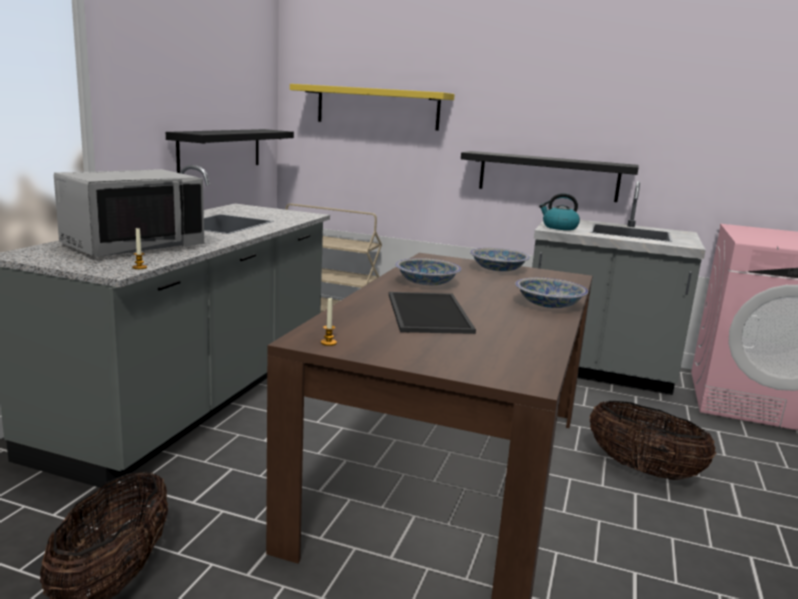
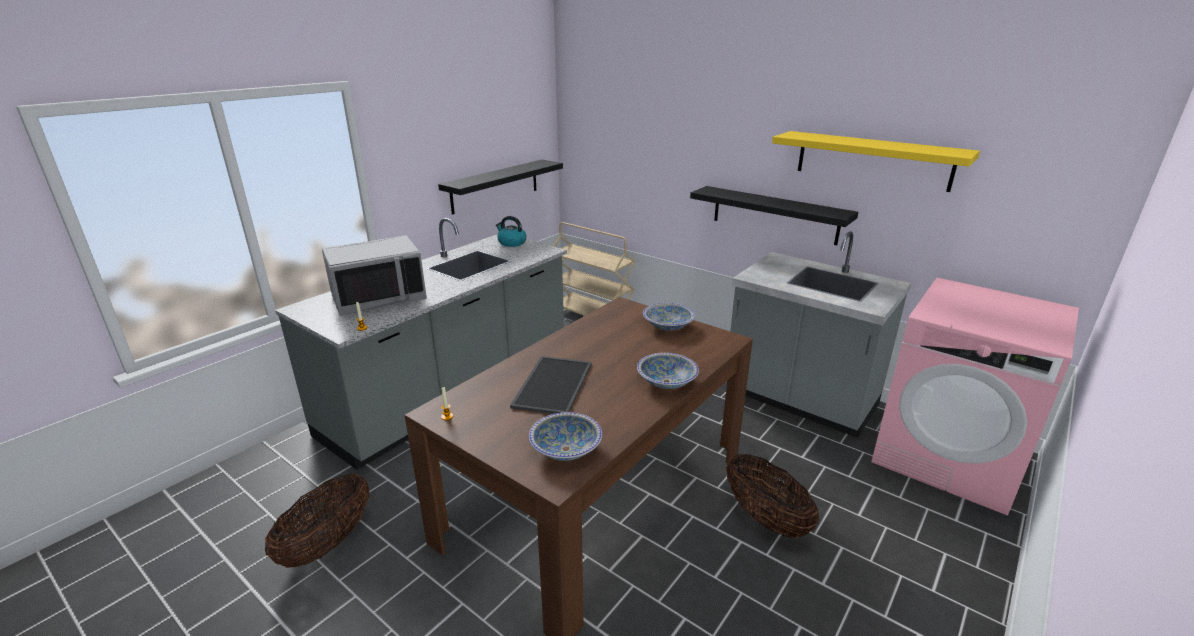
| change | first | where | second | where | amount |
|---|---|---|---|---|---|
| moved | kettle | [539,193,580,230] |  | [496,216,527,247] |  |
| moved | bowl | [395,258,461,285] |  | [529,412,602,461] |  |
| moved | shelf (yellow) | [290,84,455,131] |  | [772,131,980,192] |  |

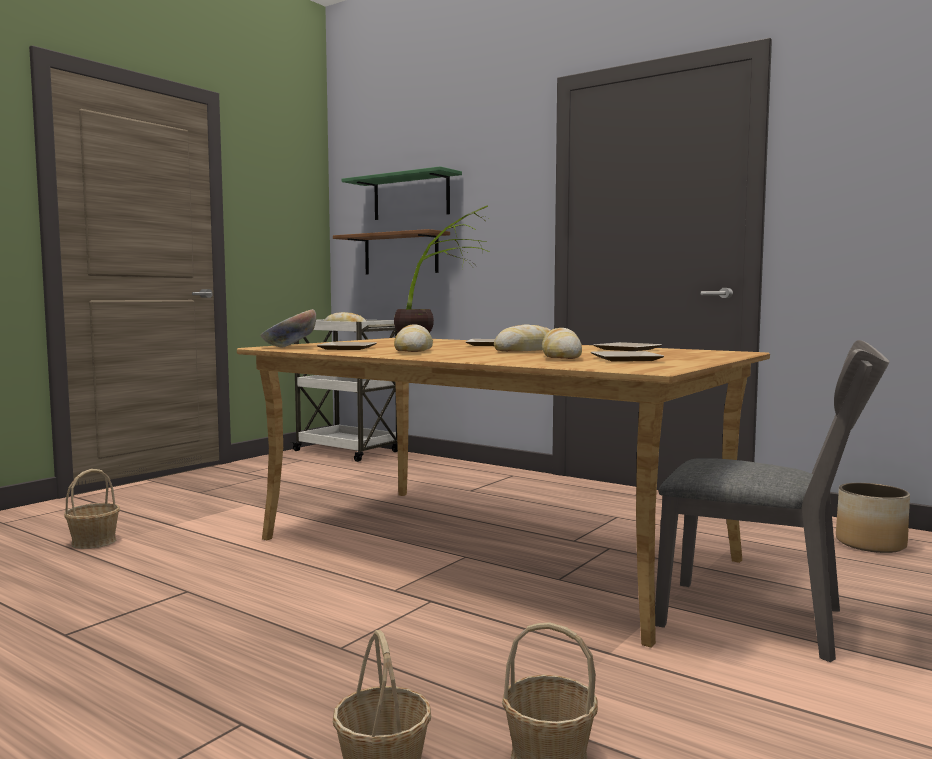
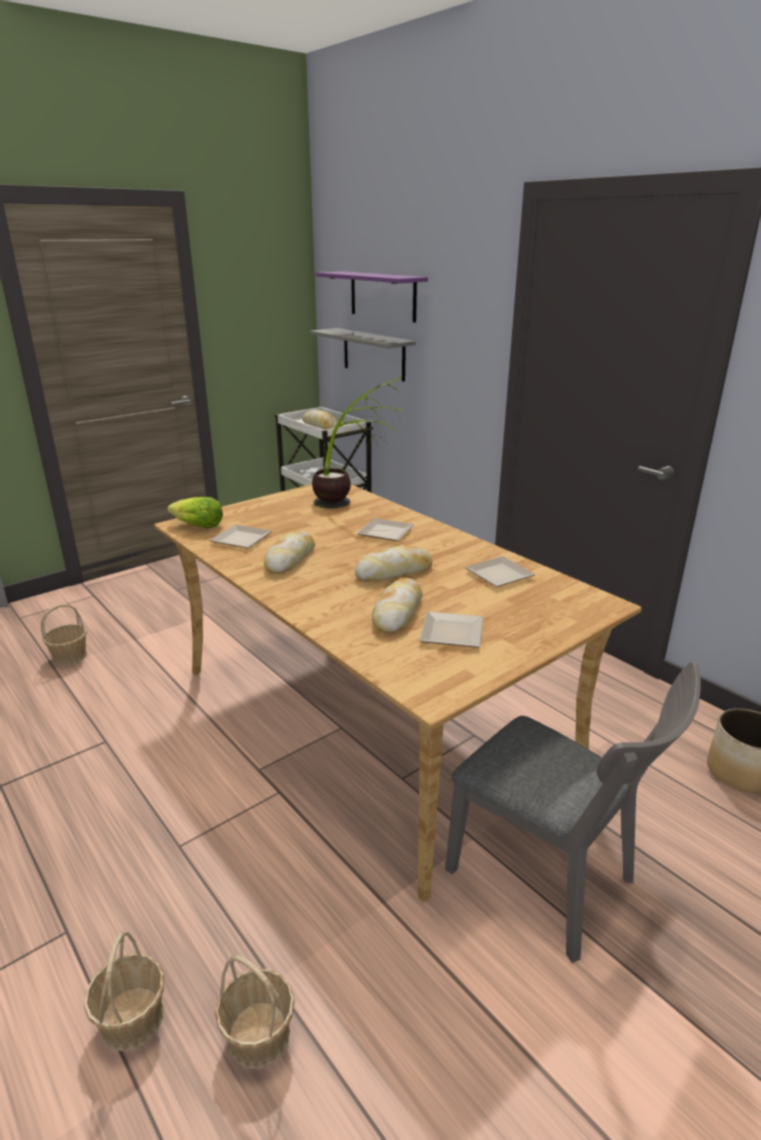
| change | first | where | second | where | amount |
|---|---|---|---|---|---|
| replaced | bowl | [261,309,316,347] | lettuce | [167,497,223,528] |  |
| recoloured | shelf (brown) | [333,229,450,274] | shelf (grey) | [310,328,416,382] |  |
| recoloured | shelf (green) | [342,166,462,220] | shelf (purple) | [316,271,428,322] |  |

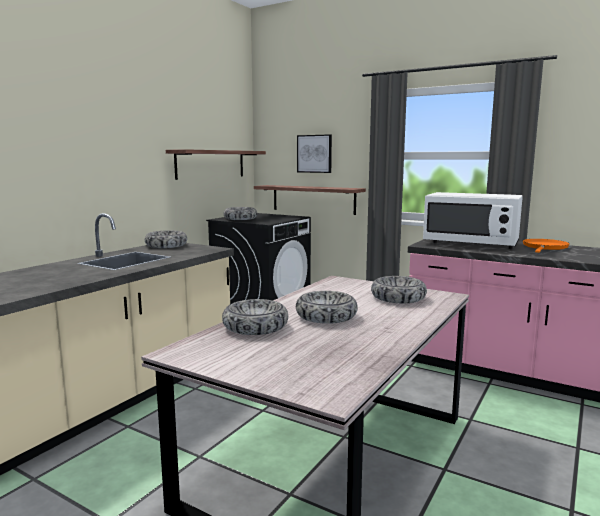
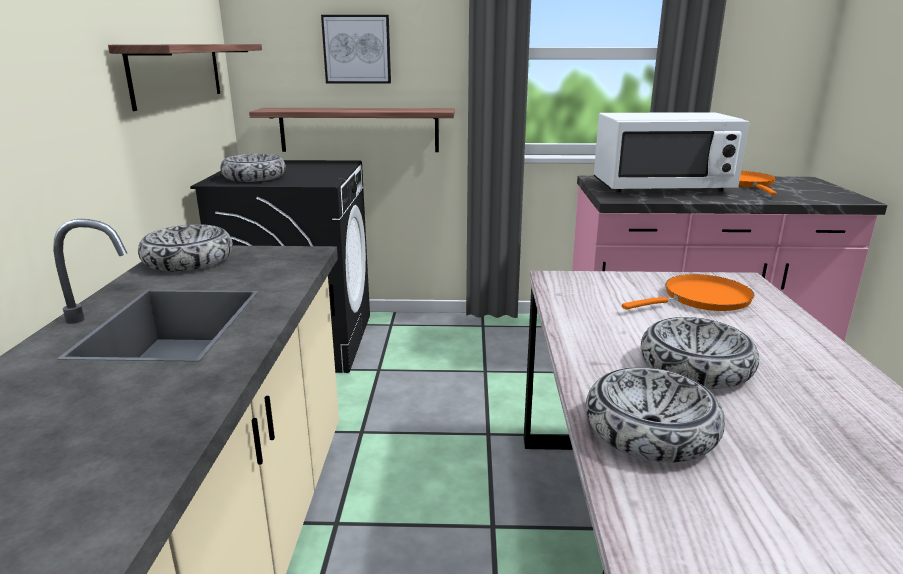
| change | first | where | second | where | amount |
|---|---|---|---|---|---|
| replaced | bowl | [371,276,427,303] | frying pan (orange) | [622,274,754,311] |  |

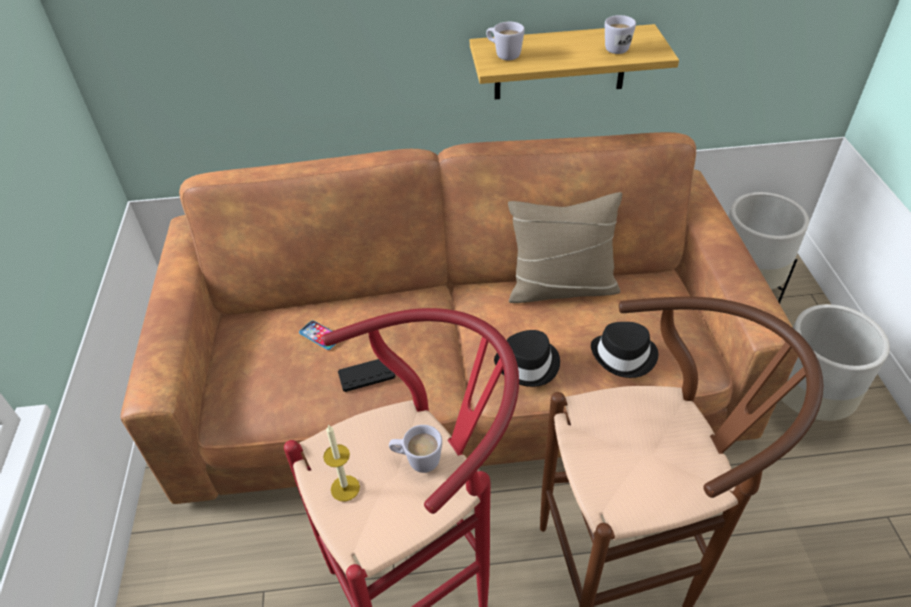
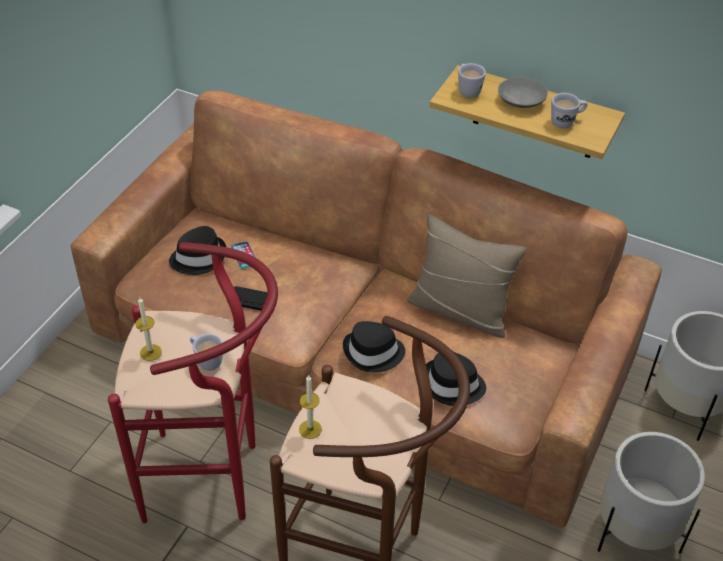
| change | first | where | second | where | amount |
|---|---|---|---|---|---|
| added |  |  | hat (black) | [169,226,226,275] |  |
| added |  |  | candle | [299,375,322,439] |  |
| added |  |  | bowl (grey) | [498,77,548,108] |  |

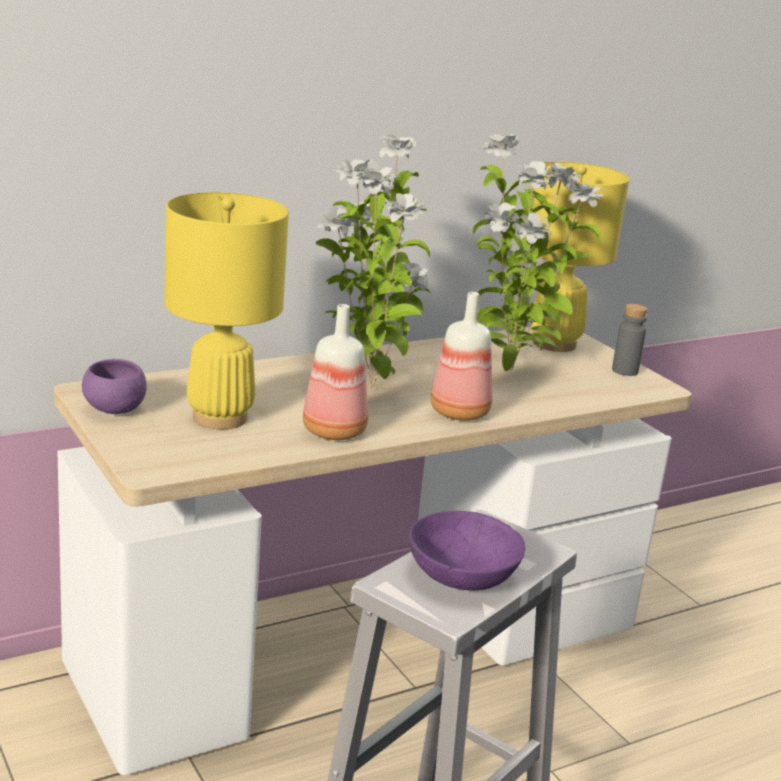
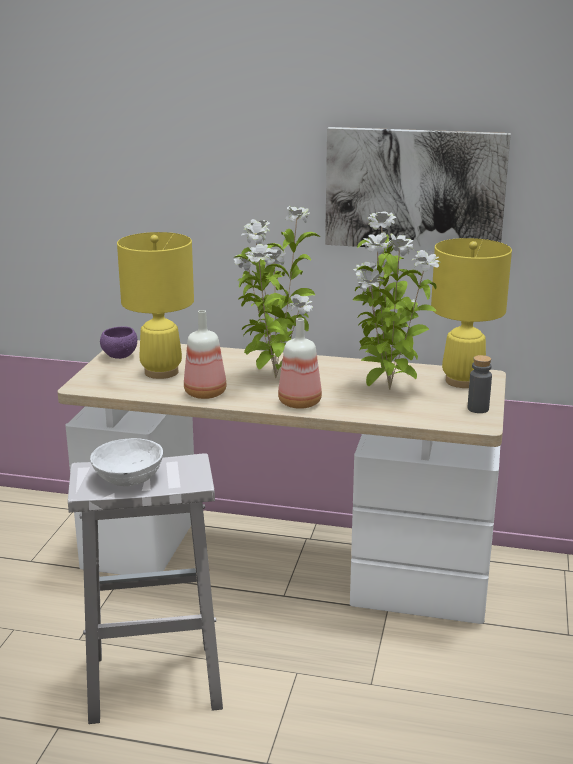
| change | first | where | second | where | amount |
|---|---|---|---|---|---|
| recoloured | bowl (purple) | [409,511,525,590] | bowl (white) | [90,438,163,486] |  |
| added |  |  | picture | [325,127,511,251] |  |

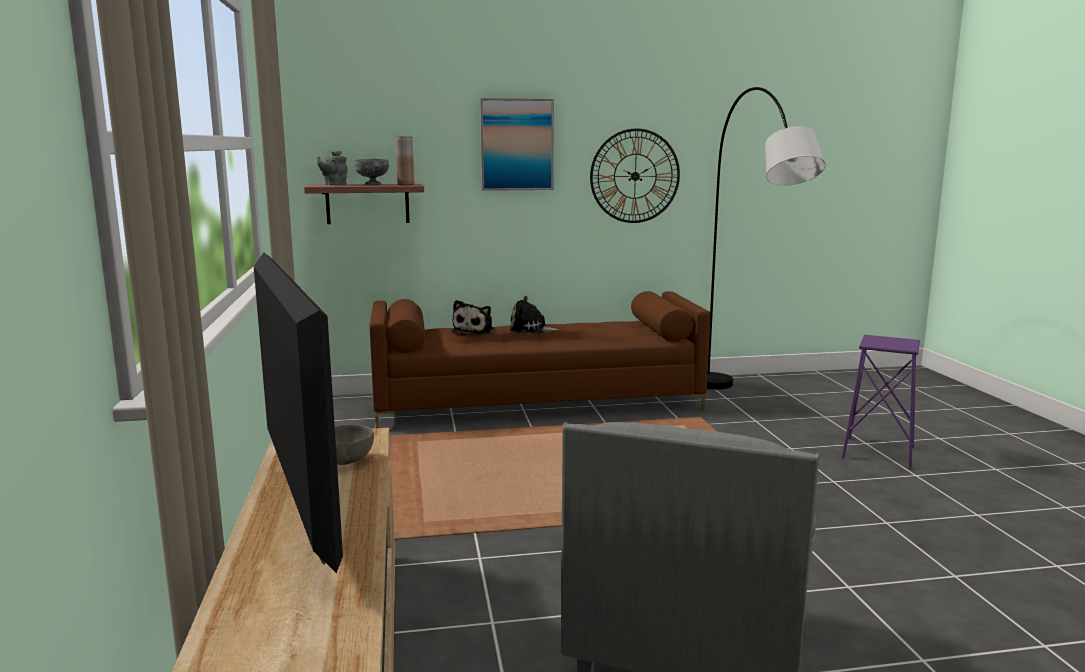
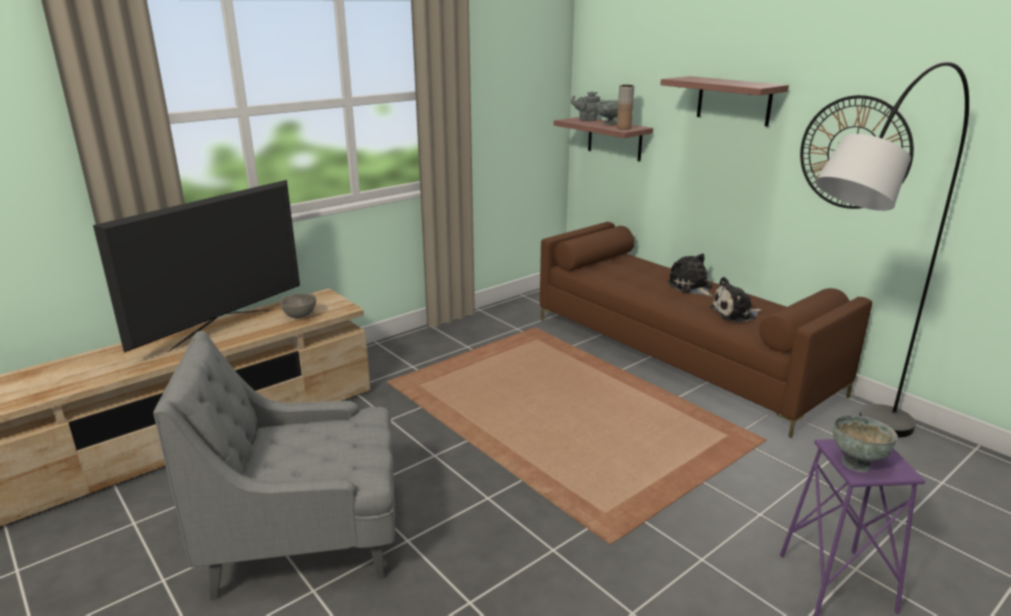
| change | first | where | second | where | amount |
|---|---|---|---|---|---|
| replaced | picture | [480,98,554,191] | shelf | [660,76,789,127] |  |
| moved | plush toy | [452,300,495,334] |  | [710,277,762,322] |  |
| added |  |  | bowl (grey) | [833,415,898,472] |  |

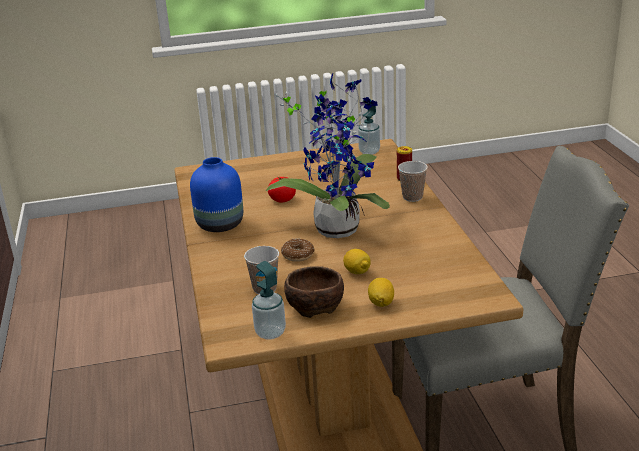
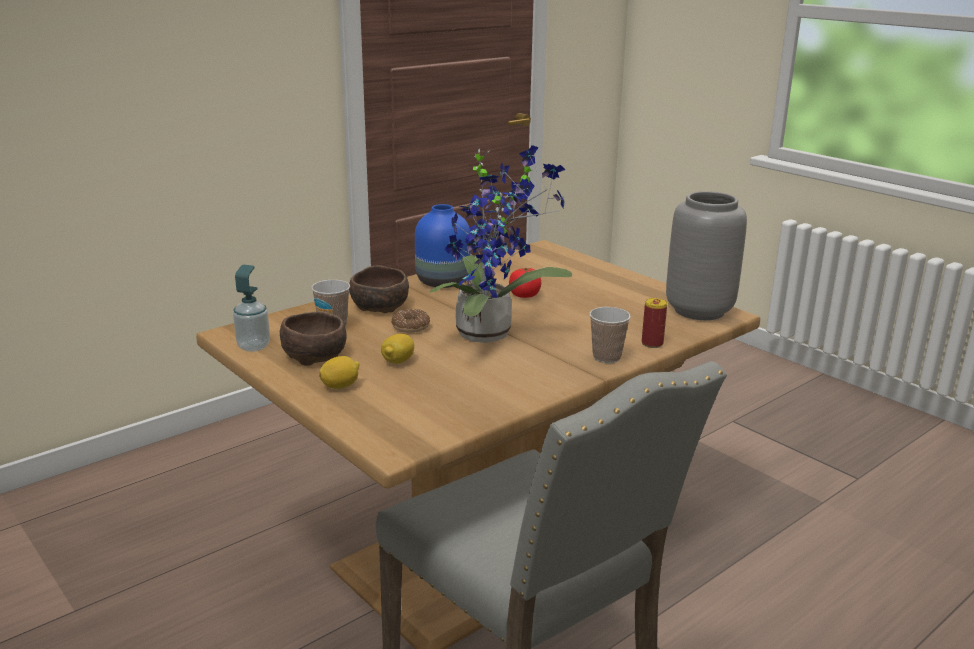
| change | first | where | second | where | amount |
|---|---|---|---|---|---|
| added |  |  | bowl (brown) | [349,265,409,313] |  |
| replaced | soap dispenser | [358,100,380,155] | vase (grey) | [666,191,747,320] |  |

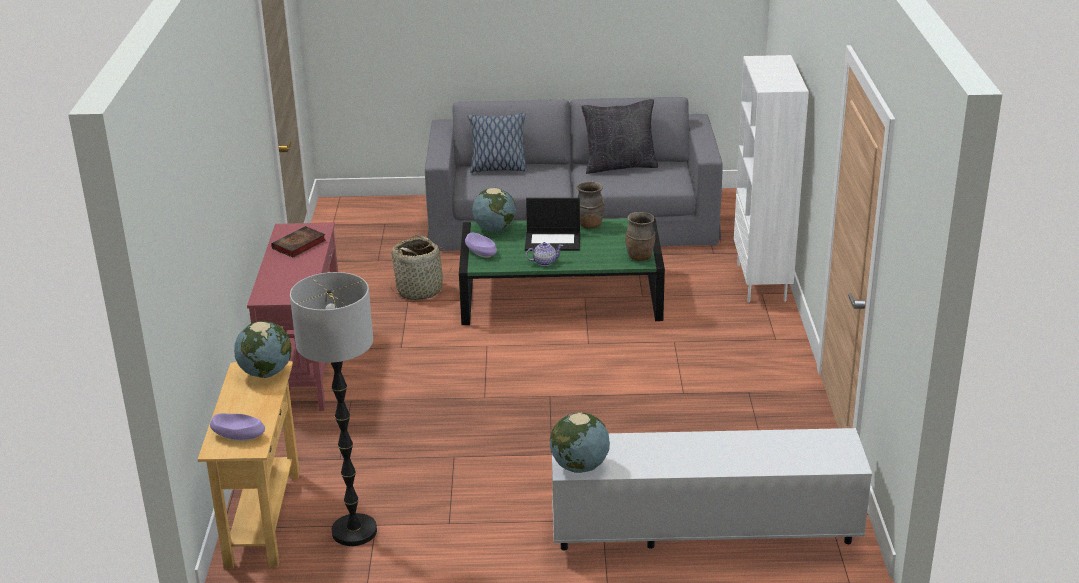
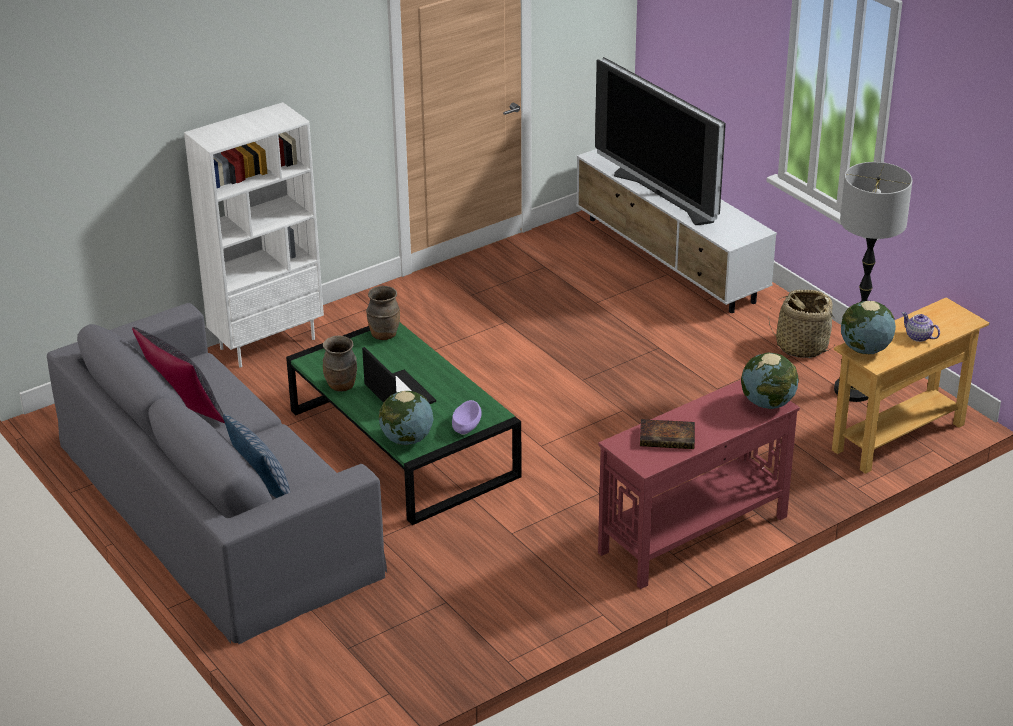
| change | first | where | second | where | amount |
|---|---|---|---|---|---|
| added |  |  | television | [595,57,726,225] |  |
| moved | globe | [550,413,610,473] |  | [741,352,799,409] |  |
| moved | basket | [391,235,452,300] |  | [769,290,835,358] |  |
| moved | teapot | [526,242,563,266] |  | [902,312,940,342] |  |
| removed | bowl (purple) | [210,413,265,441] |  |  |  |

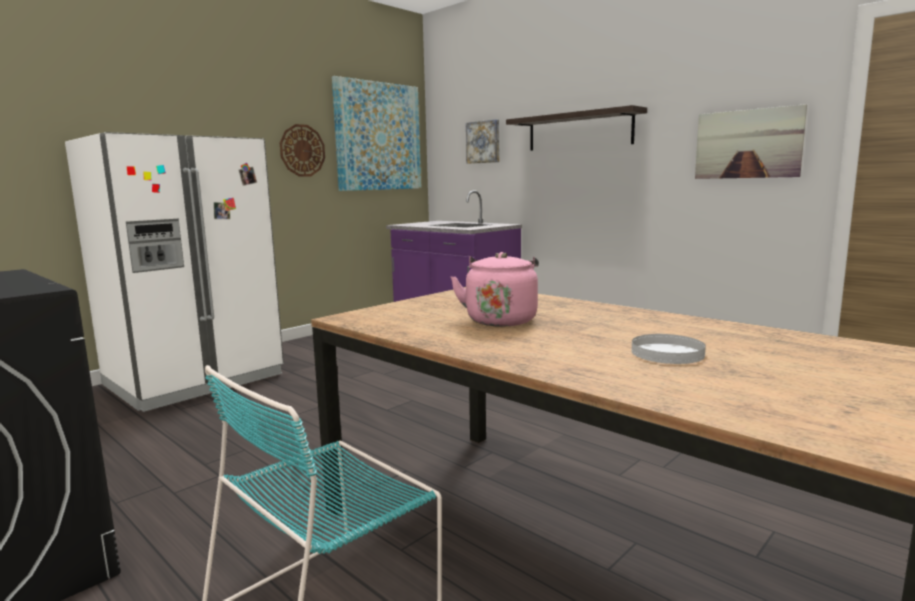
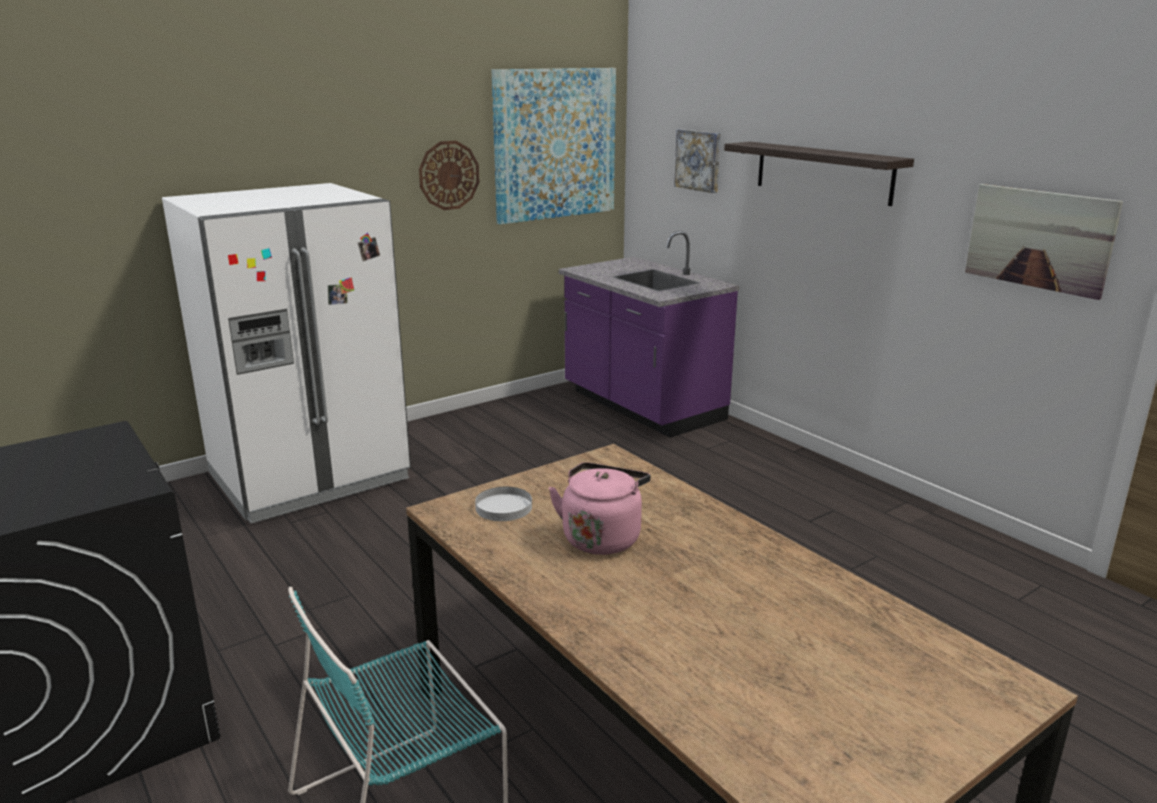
| change | first | where | second | where | amount |
|---|---|---|---|---|---|
| moved | plate (white) | [632,334,706,364] |  | [475,487,532,521] |  |

